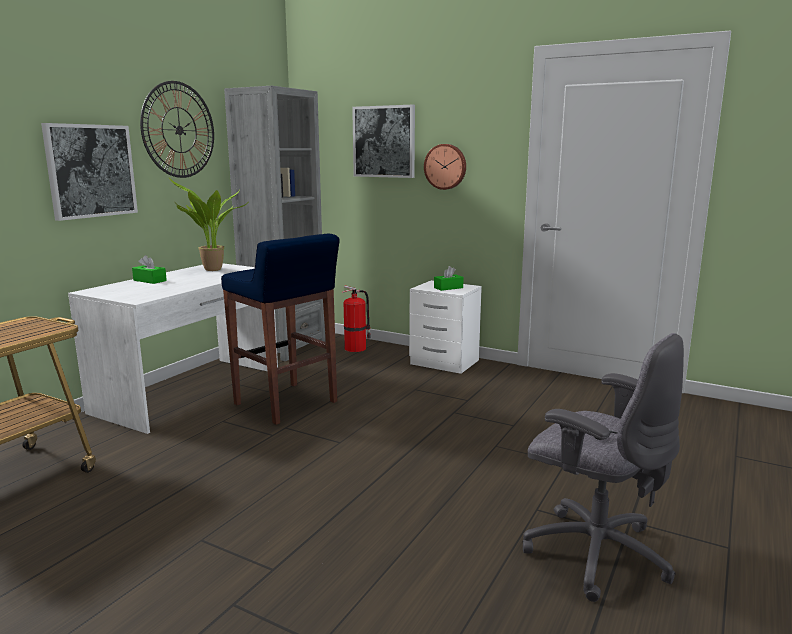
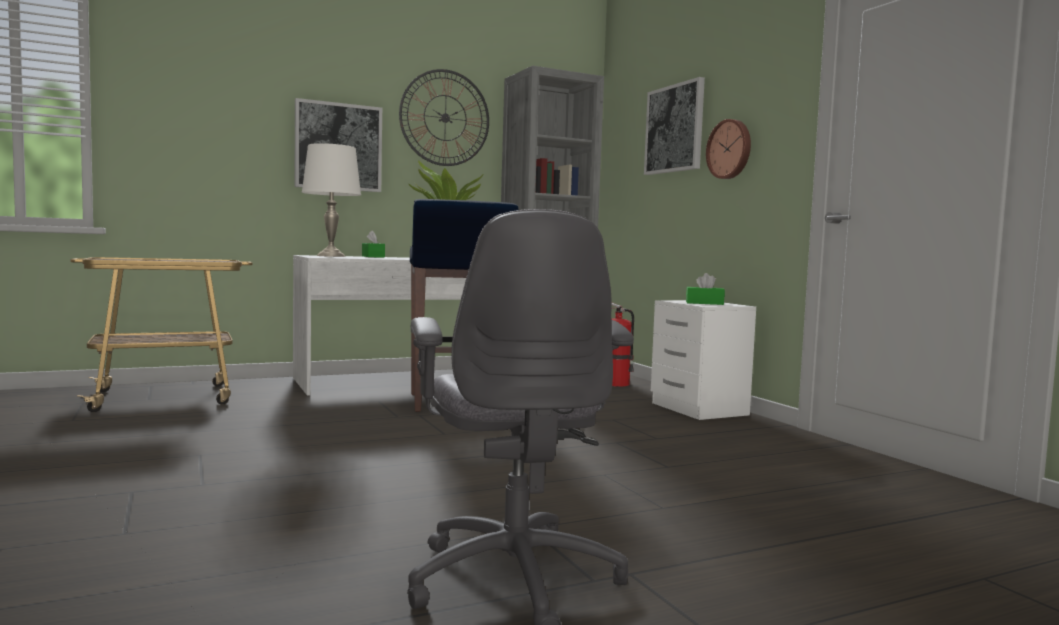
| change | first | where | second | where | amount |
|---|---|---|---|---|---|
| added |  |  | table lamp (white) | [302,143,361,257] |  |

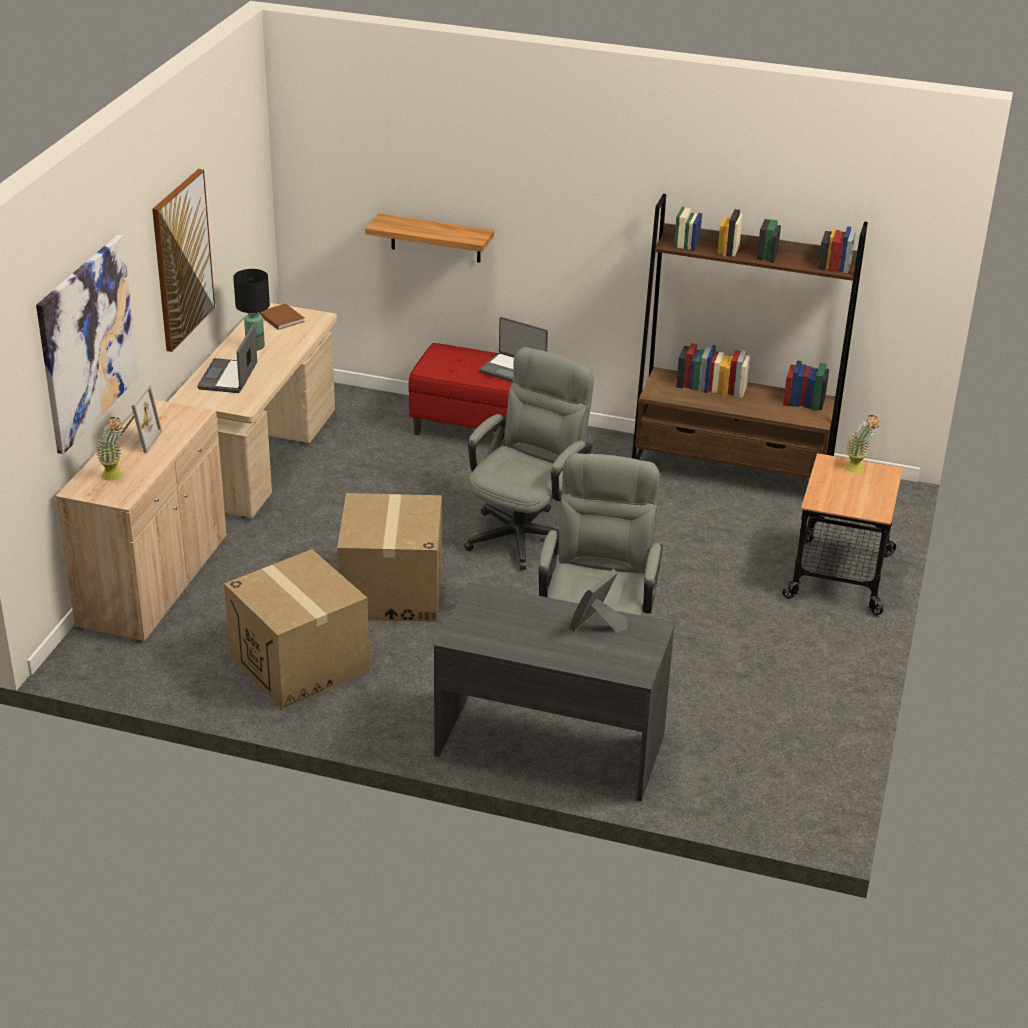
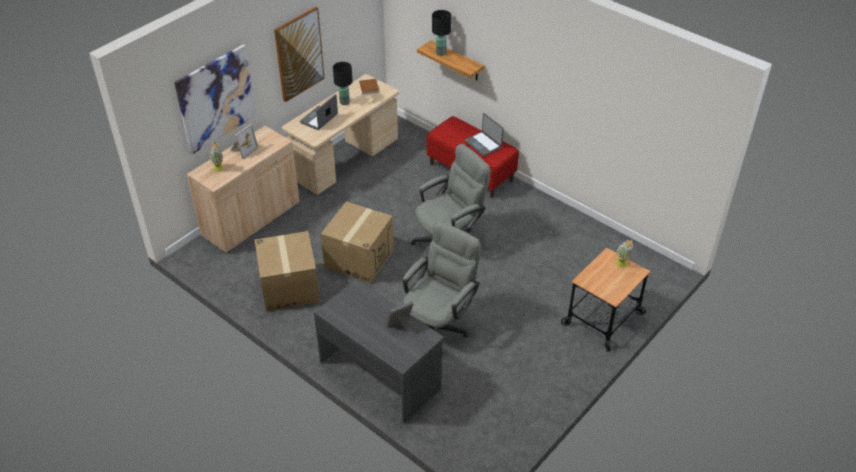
| change | first | where | second | where | amount |
|---|---|---|---|---|---|
| added |  |  | table lamp (black) | [432,10,451,56] |  |
| removed | bookcase (brown) | [632,194,868,478] |  |  |  |

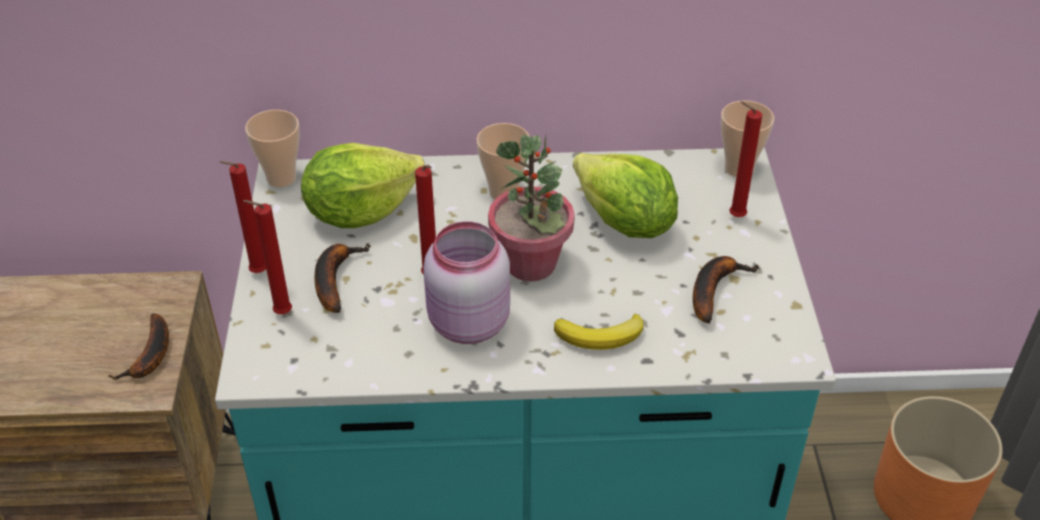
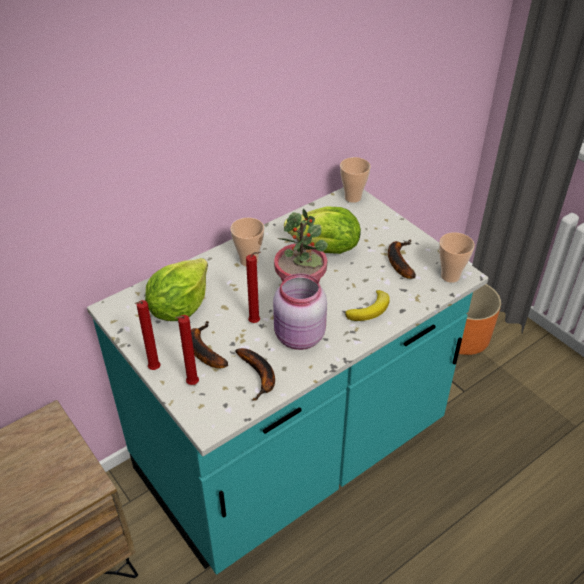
| change | first | where | second | where | amount |
|---|---|---|---|---|---|
| moved | banana | [108,313,169,380] |  | [235,348,275,401] |  |
| moved | cup | [245,110,300,187] |  | [439,232,475,283] |  |
| removed | candle (red) | [729,101,762,217] |  |  |  |

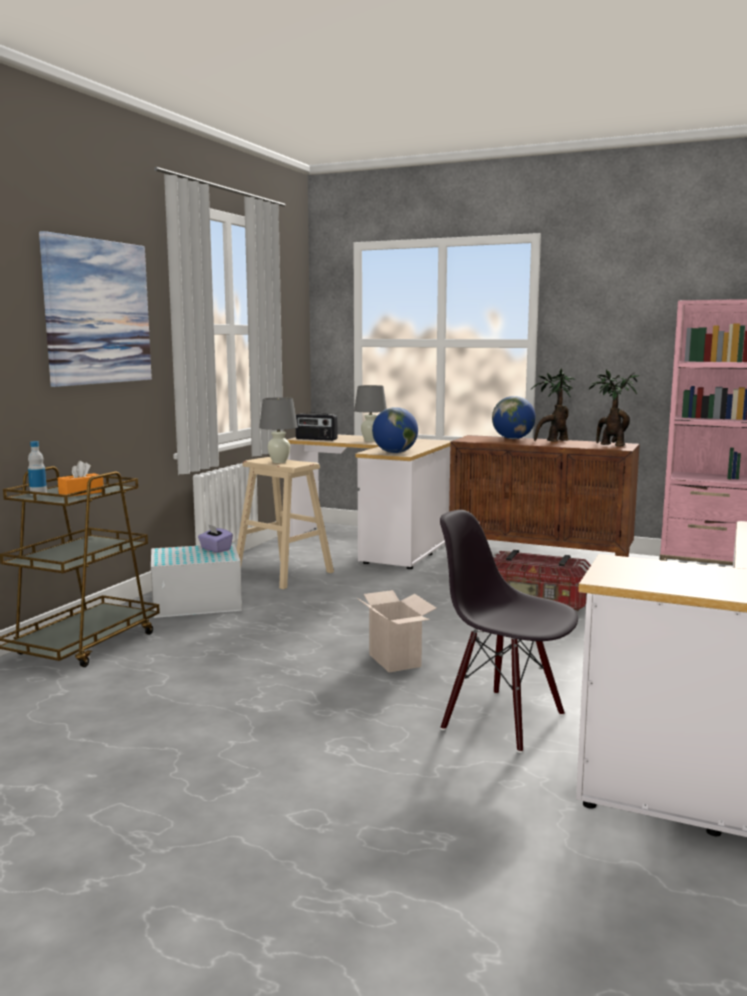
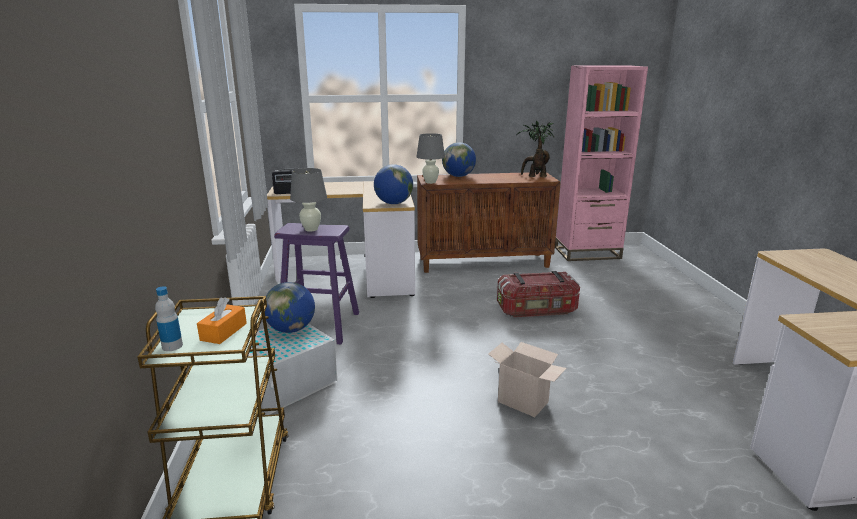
| change | first | where | second | where | amount |
|---|---|---|---|---|---|
| replaced | tissue box (purple) | [198,524,233,553] | globe | [265,282,315,333] |  |
| recoloured | stool (beige) | [236,457,334,589] | stool (purple) | [274,223,359,344] |  |
| moved | table lamp (grey) | [354,385,387,442] |  | [416,133,445,184] |  |
| removed | picture | [39,231,152,387] |  |  |  |
| removed | chair (black) | [440,510,578,753] |  |  |  |
| removed | potted plant | [531,368,575,442] |  |  |  |

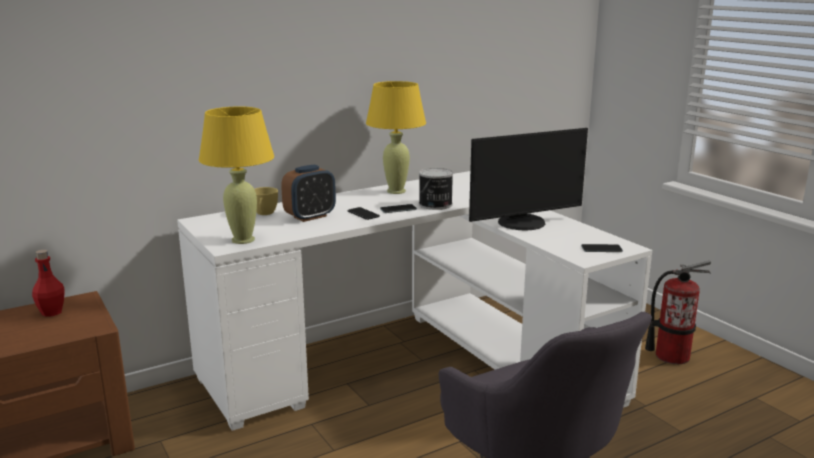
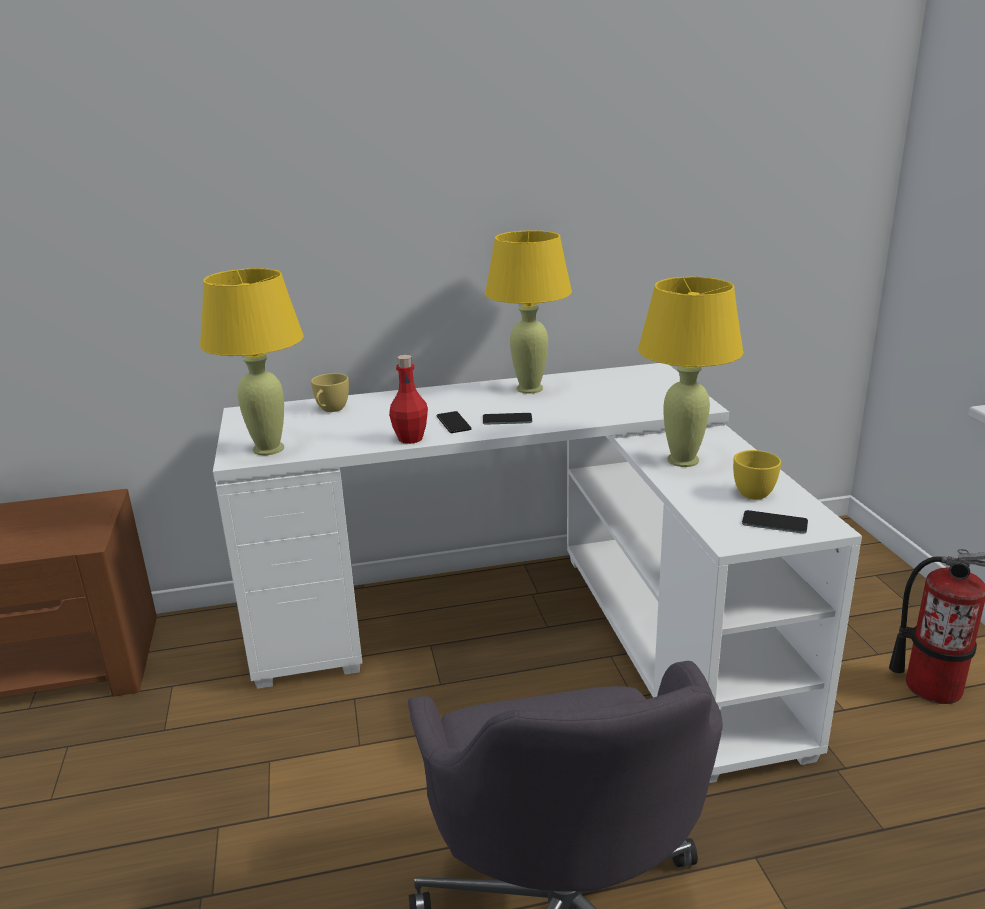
| change | first | where | second | where | amount |
|---|---|---|---|---|---|
| moved | bottle (red) | [32,250,65,317] |  | [389,355,428,444] |  |
| replaced | monitor | [469,128,588,230] | table lamp (yellow) | [638,277,744,467] |  |
| added |  |  | cup (yellow) | [733,450,781,499] |  |
| removed | alarm clock | [281,165,336,222] |  |  |  |
| removed | can | [419,168,453,210] |  |  |  |

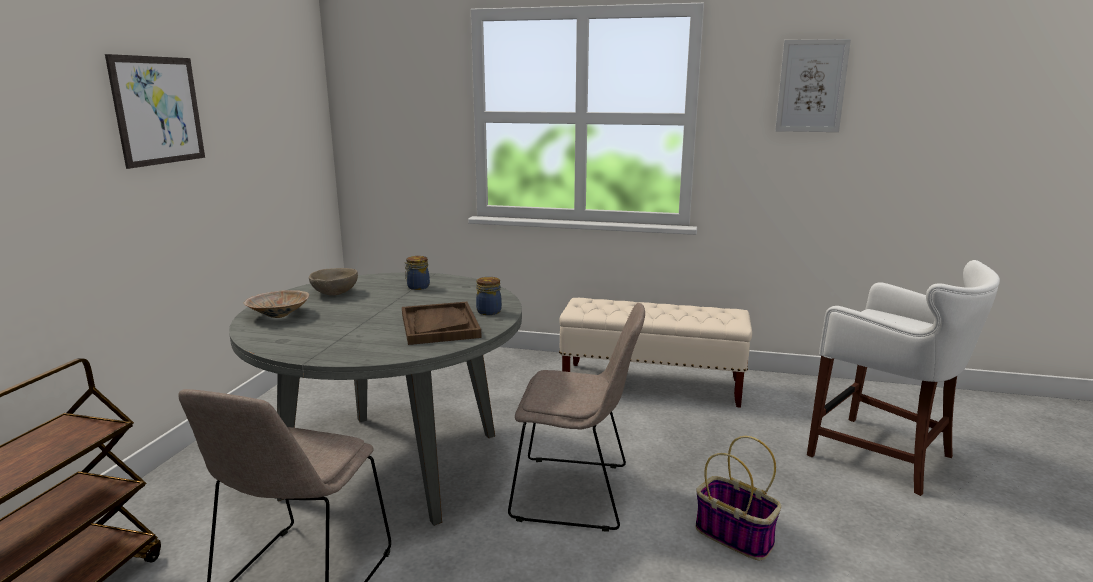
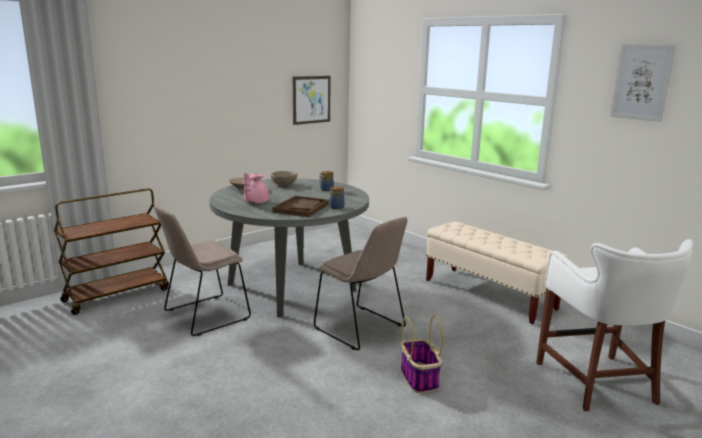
| change | first | where | second | where | amount |
|---|---|---|---|---|---|
| added |  |  | teapot (pink) | [244,173,269,203] |  |
| moved | picture | [105,54,205,169] |  | [293,76,331,125] |  |

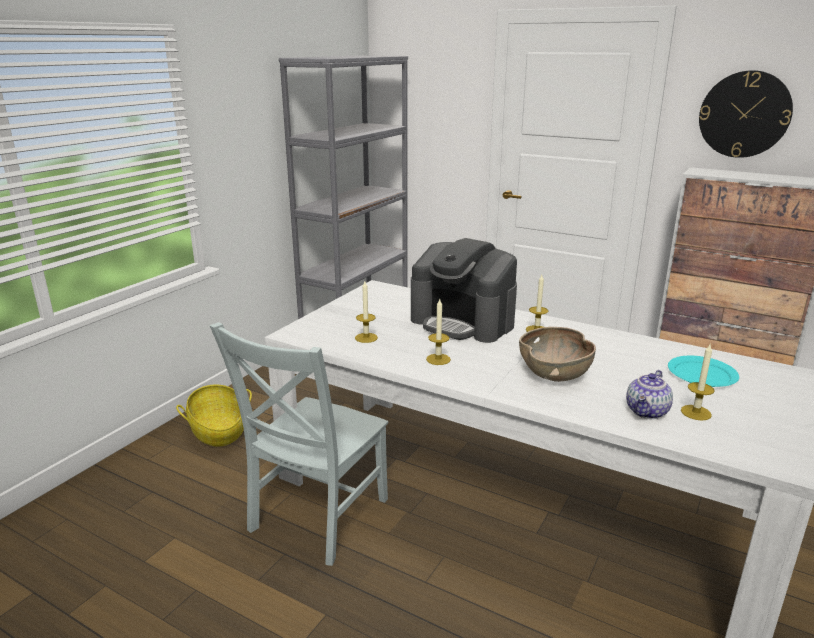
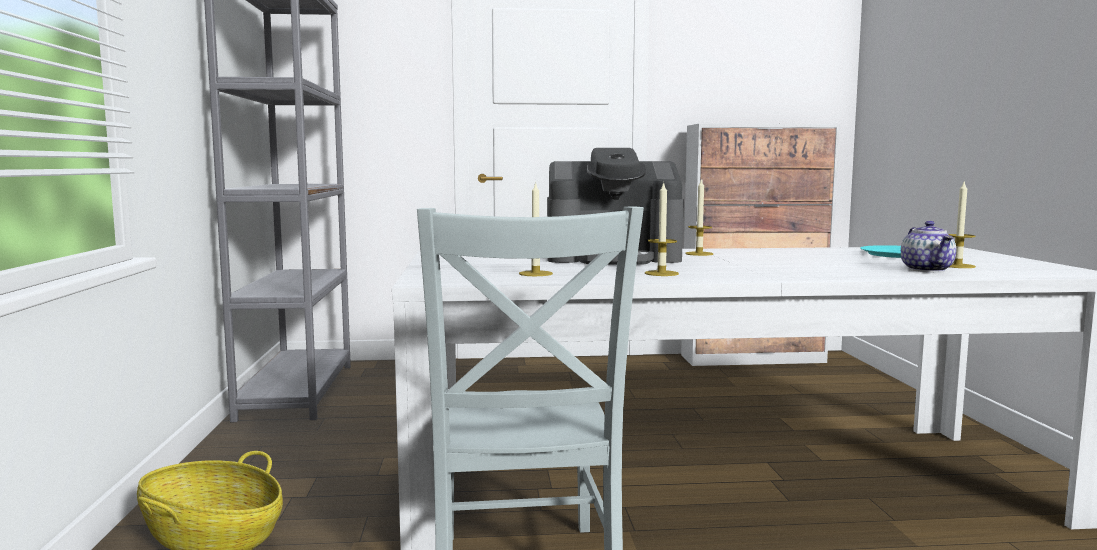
| change | first | where | second | where | amount |
|---|---|---|---|---|---|
| removed | bowl (brown) | [519,327,596,382] |  |  |  |
| removed | wall clock | [699,70,793,158] |  |  |  |

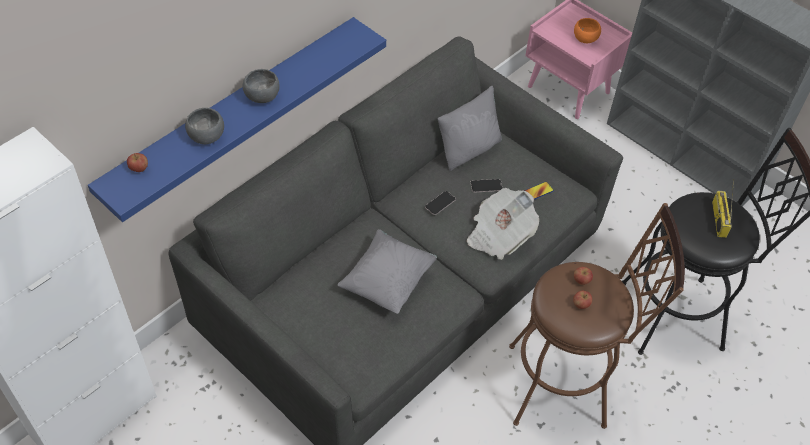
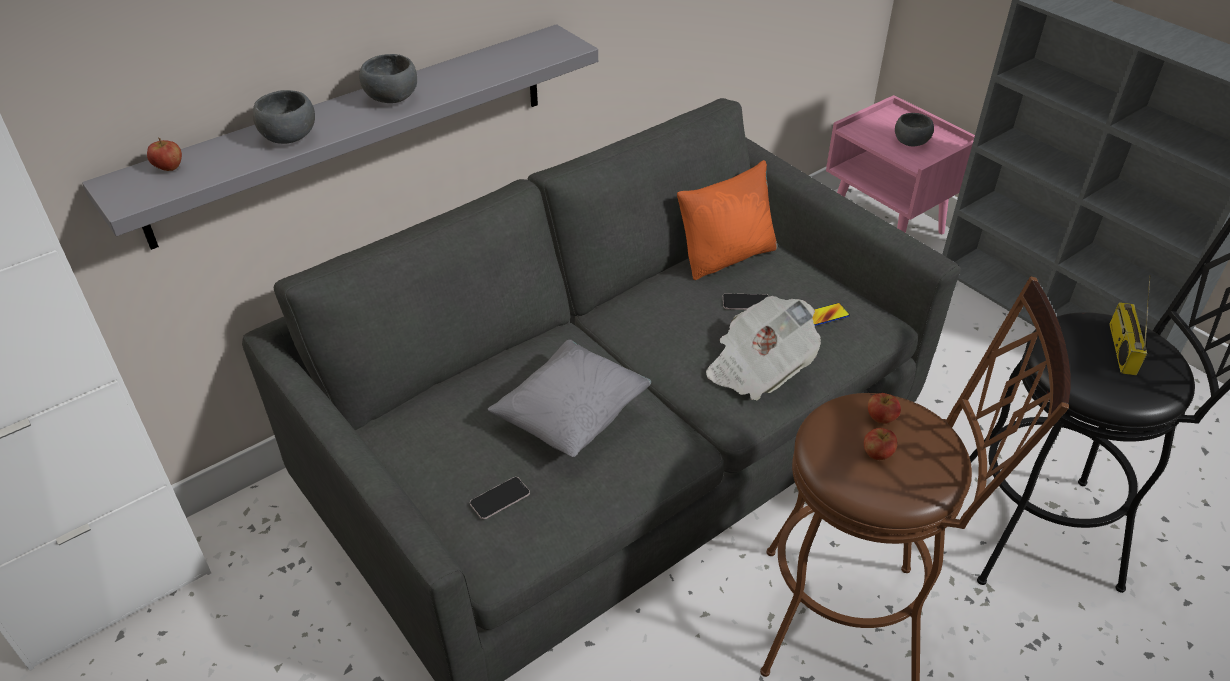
| change | first | where | second | where | amount |
|---|---|---|---|---|---|
| recoloured | shelf (blue) | [88,17,386,222] | shelf (grey) | [82,24,598,250] |  |
| moved | phone | [425,191,456,215] |  | [470,477,530,519] |  |
| recoloured | pillow (grey) | [437,86,502,171] | pillow (orange) | [677,160,778,280] |  |
| recoloured | bowl (orange) | [574,18,601,43] | bowl (grey) | [895,113,934,146] |  |

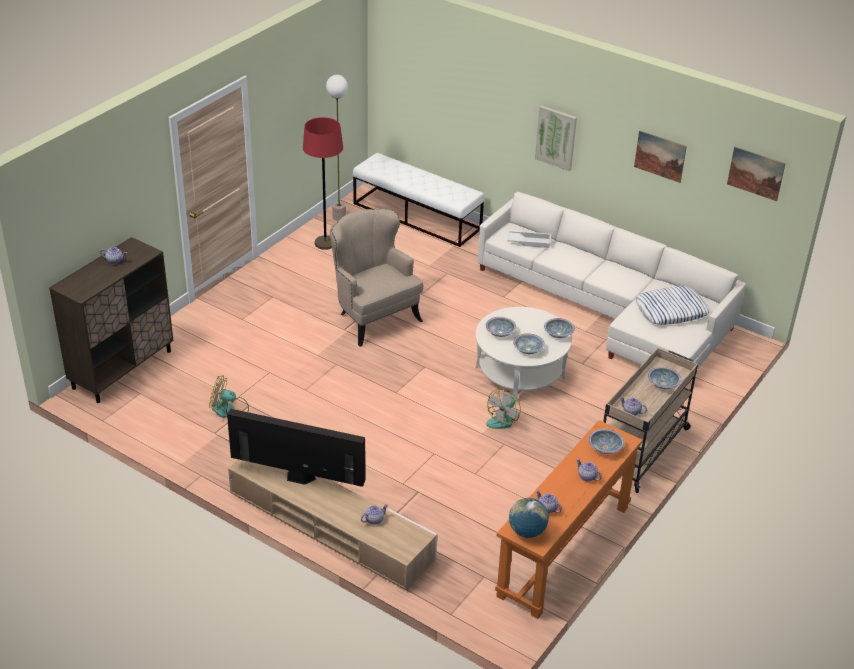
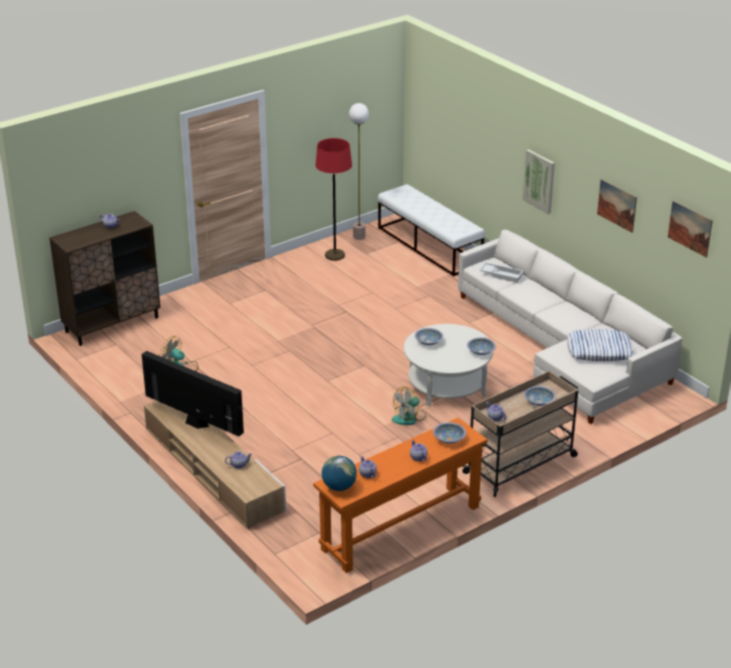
| change | first | where | second | where | amount |
|---|---|---|---|---|---|
| removed | armchair (beige) | [330,208,424,347] |  |  |  |
| removed | bowl | [513,333,545,354] |  |  |  |

